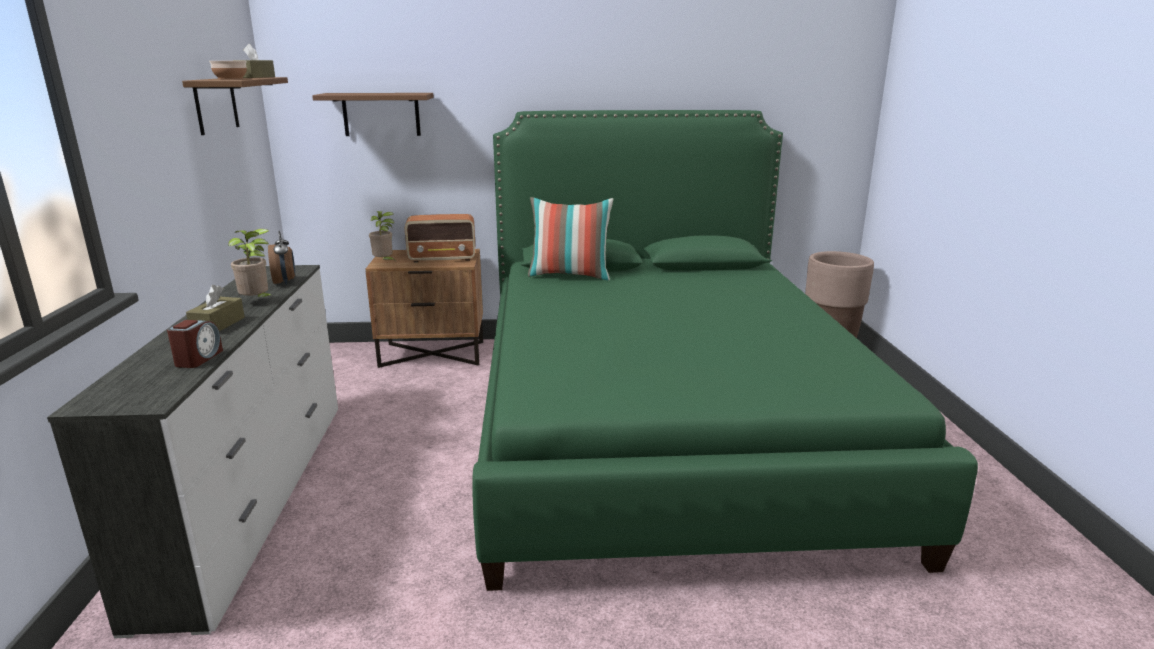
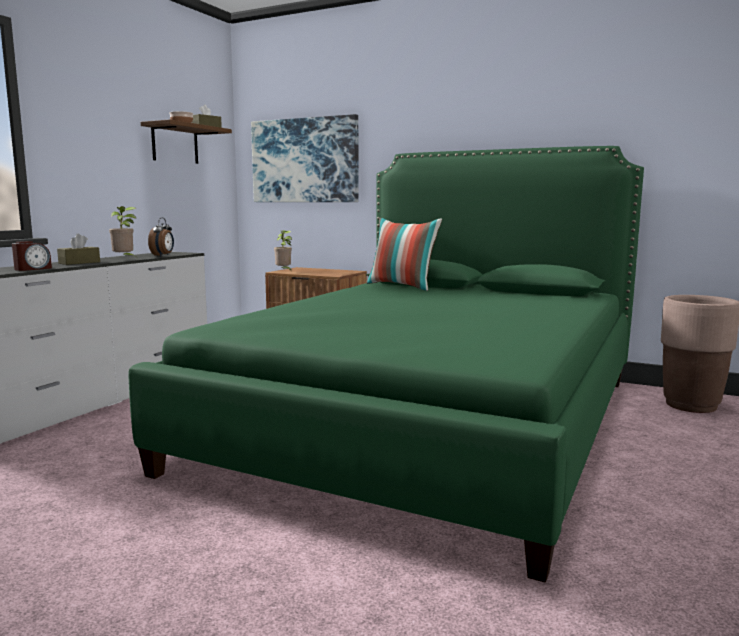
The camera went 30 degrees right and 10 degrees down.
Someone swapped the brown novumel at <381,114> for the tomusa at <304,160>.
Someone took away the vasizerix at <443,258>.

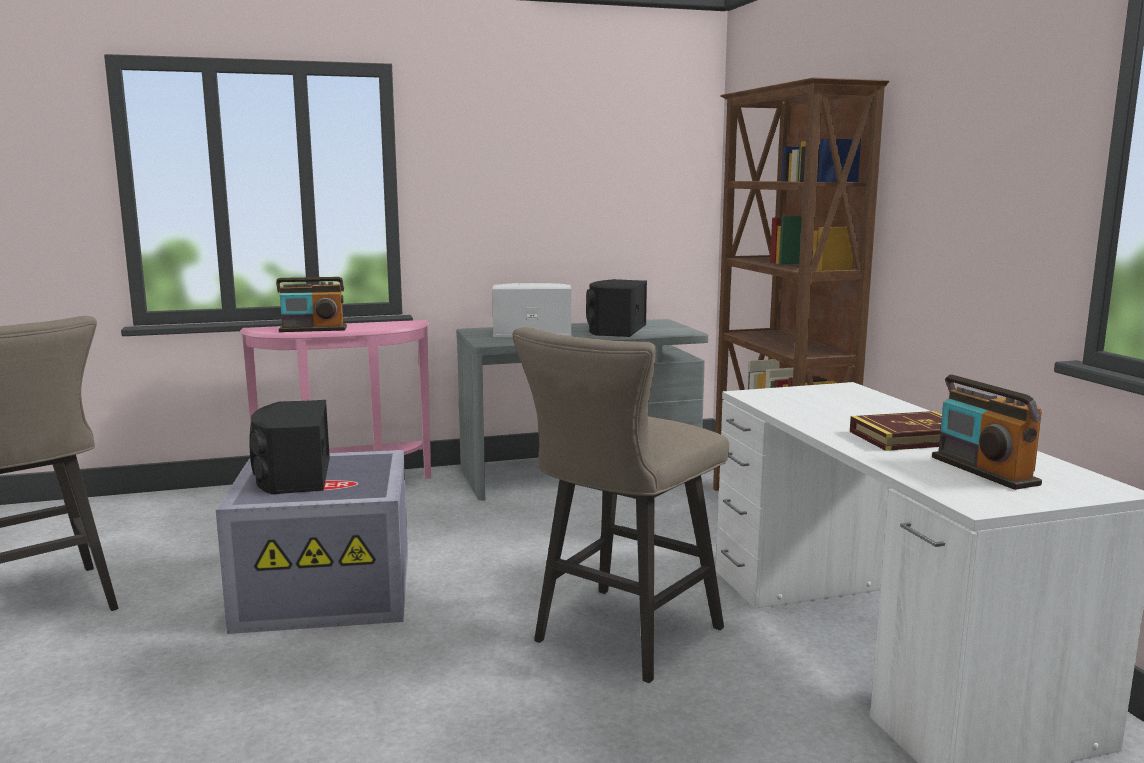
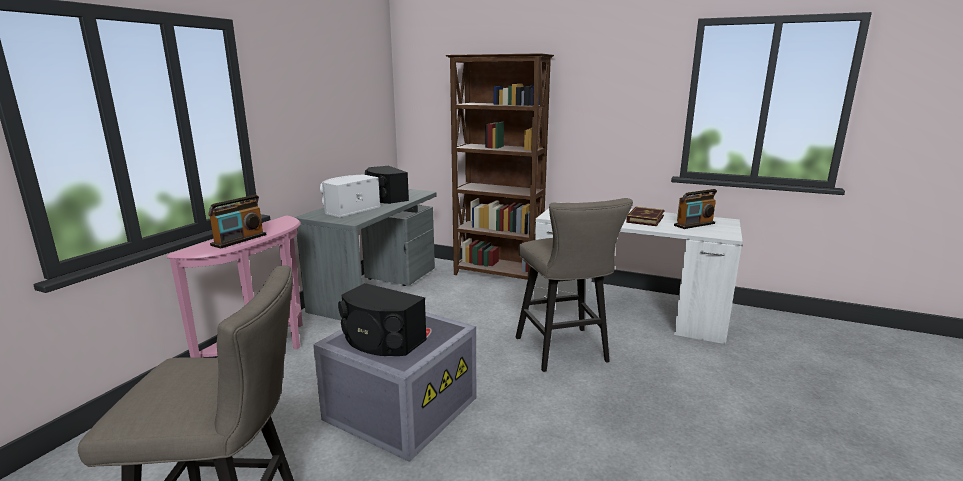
The camera went 50 degrees left and 5 degrees up.
Someone rotated the vasizerix at <983,471> by 45 degrees counterclockwise.

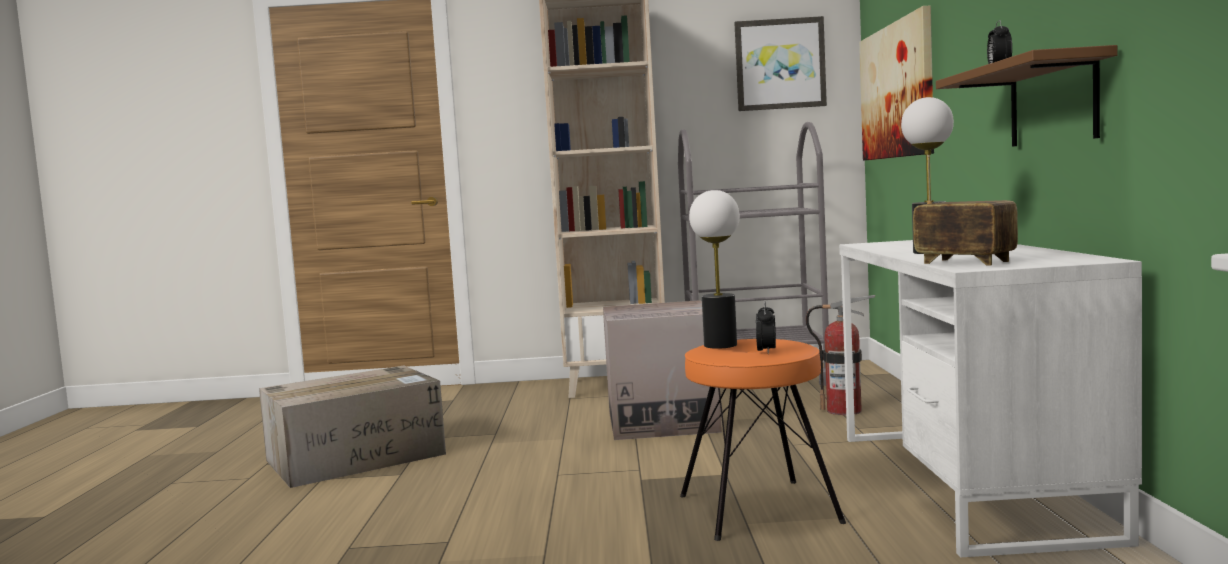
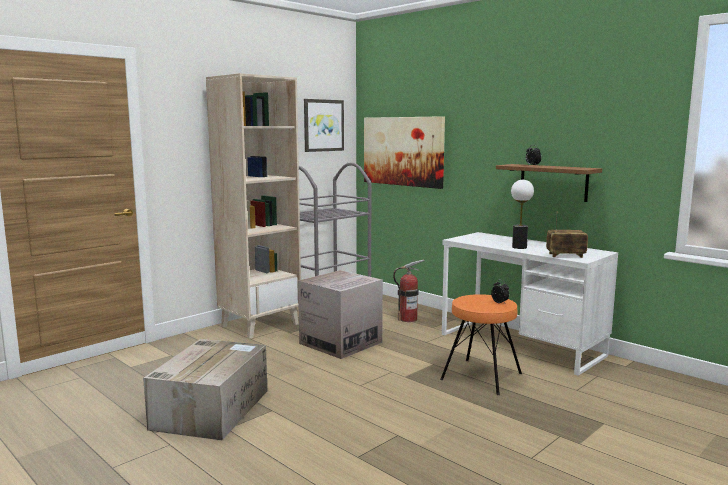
The camera went 45 degrees left and 5 degrees up.
Someone took away the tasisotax at <720,345>.

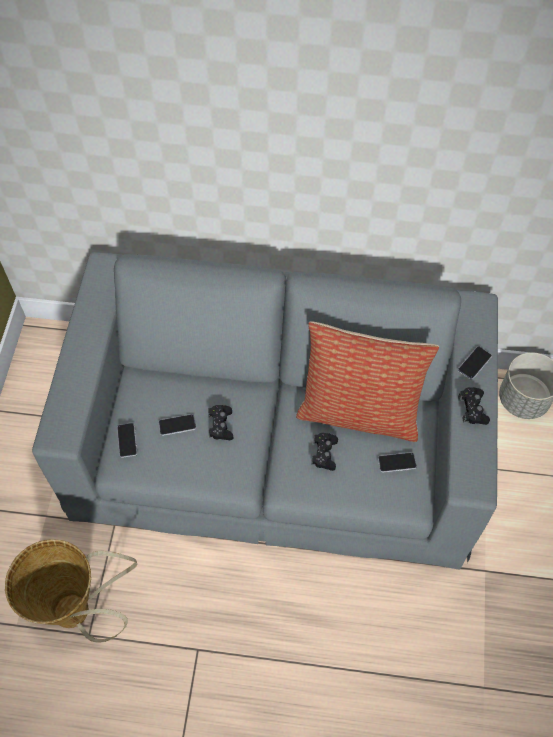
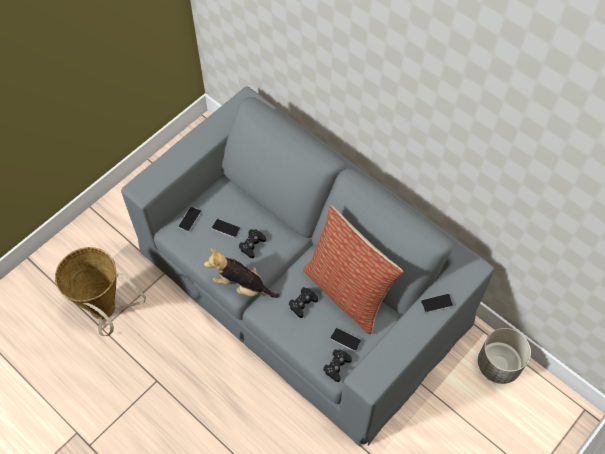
The camera went 35 degrees right and 0 degrees up.
Someone carried the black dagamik from <473,409> to <337,366>.
Someone put down the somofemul at <242,286>.

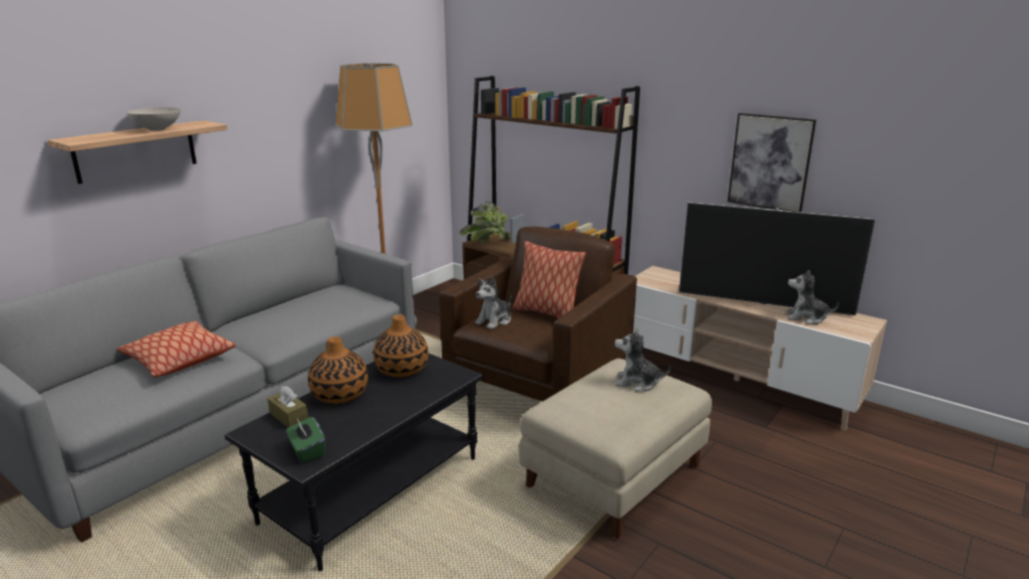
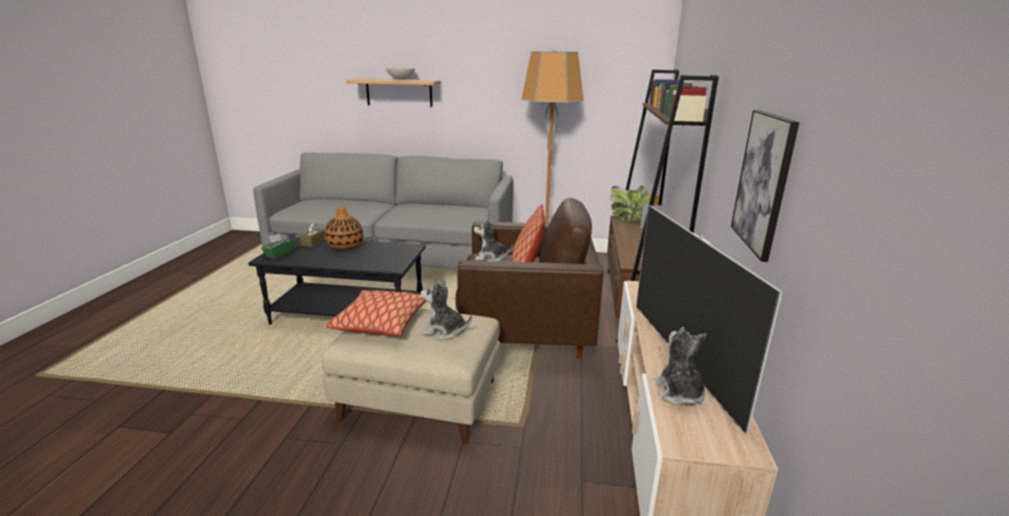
The camera went 60 degrees right and 0 degrees up.
Someone took away the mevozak at <401,369>.
Someone carried the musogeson from <179,359> to <381,322>.
Someone rotated the somofemul at <637,382> by 60 degrees counterclockwise.

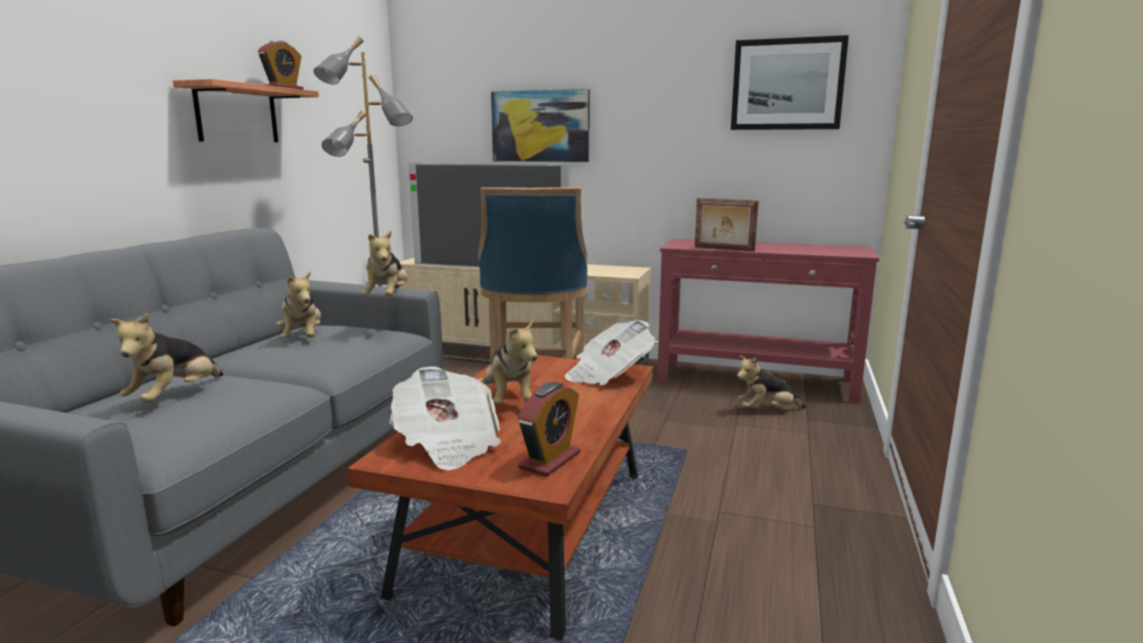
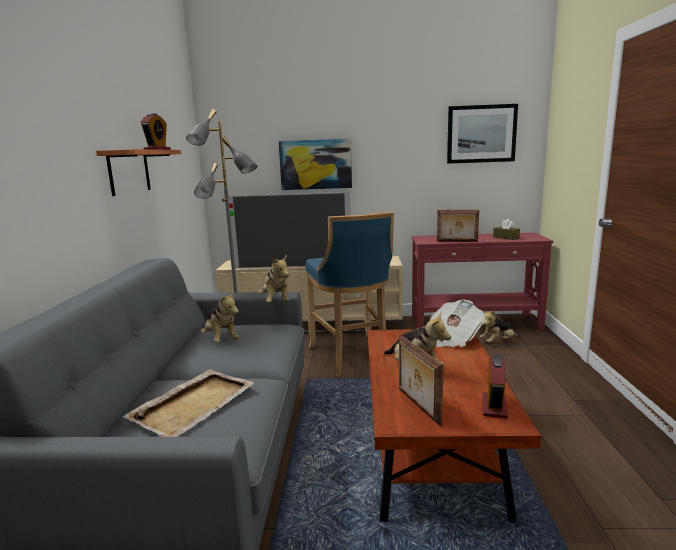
The camera went 15 degrees left and 0 degrees up.
Someone swapped the somofemul at <175,397> for the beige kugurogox at <194,404>.
Someone swapped the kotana at <447,444> for the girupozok at <417,406>.
Someone put down the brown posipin at <506,237>.

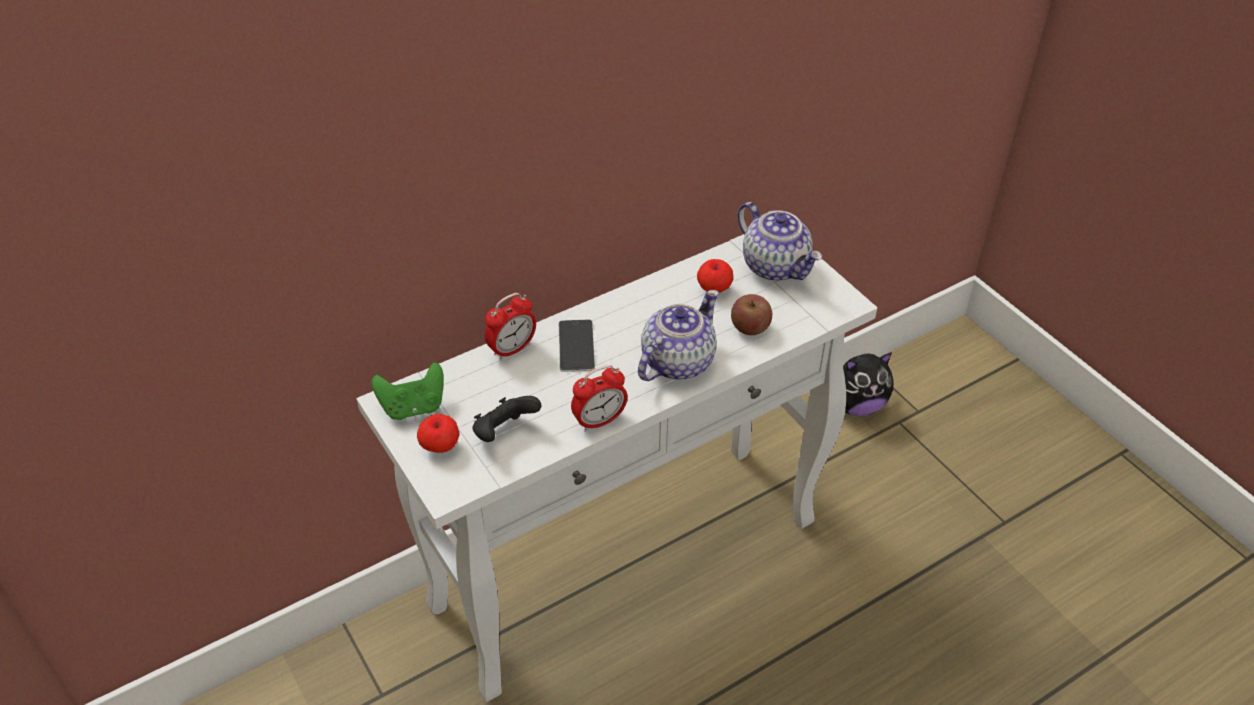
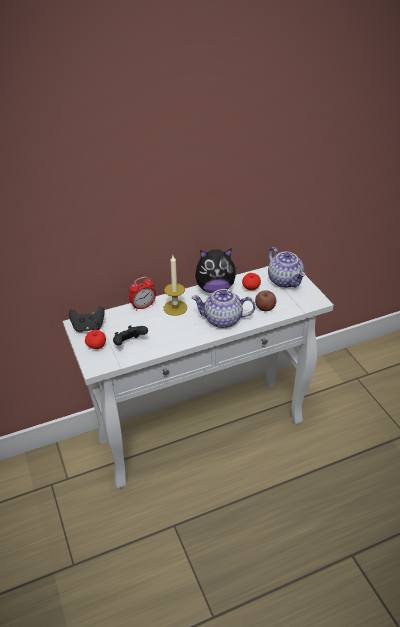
The camera went 10 degrees right and 5 degrees down.
Someone rotated the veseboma at <676,362> by 135 degrees counterclockwise.
Someone swapped the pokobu at <576,346> for the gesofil at <175,308>.
Someone carried the somofemul from <857,405> to <215,289>.
Someone repainted the green dagamik at <413,407>, which became the black dagamik at <88,327>.
Someone took away the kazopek at <599,421>.

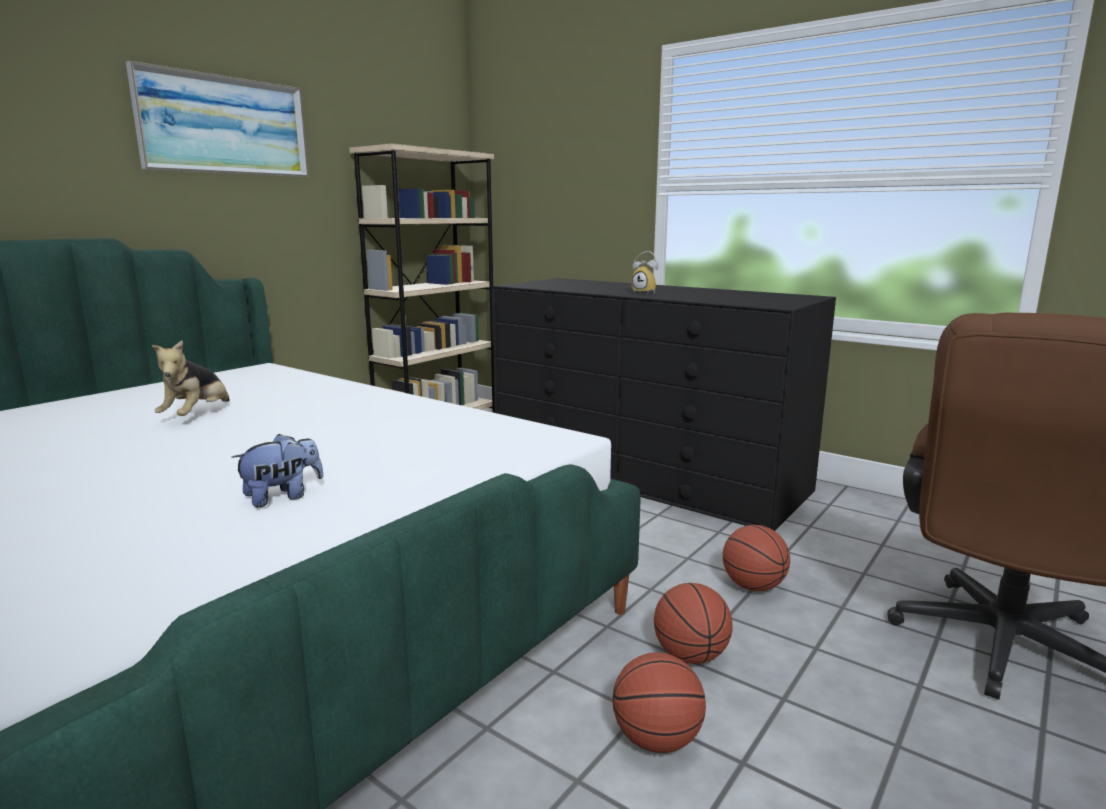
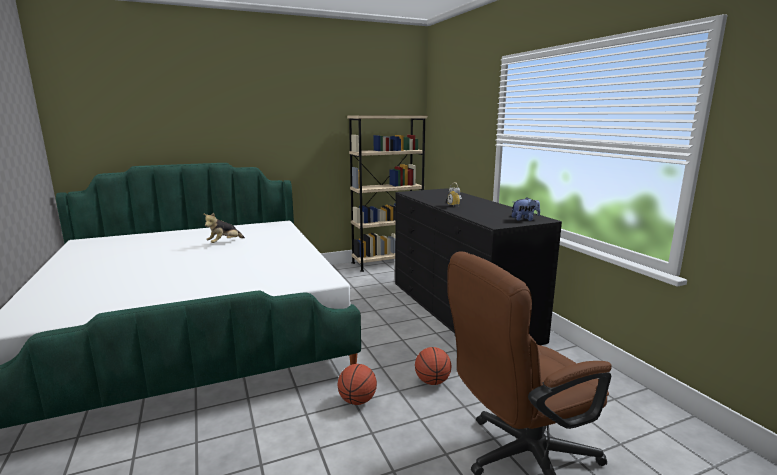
The camera went 30 degrees right and 0 degrees up.
Someone took away the tomusa at <224,125>.
Someone carried the somofemul from <282,497> to <524,219>.
Someone took away the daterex at <656,740>.

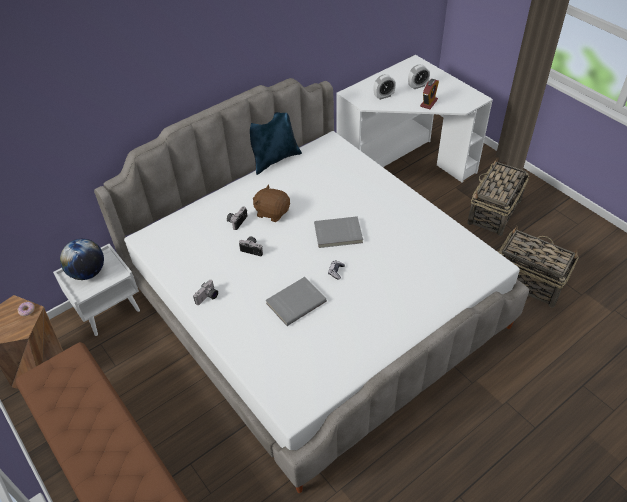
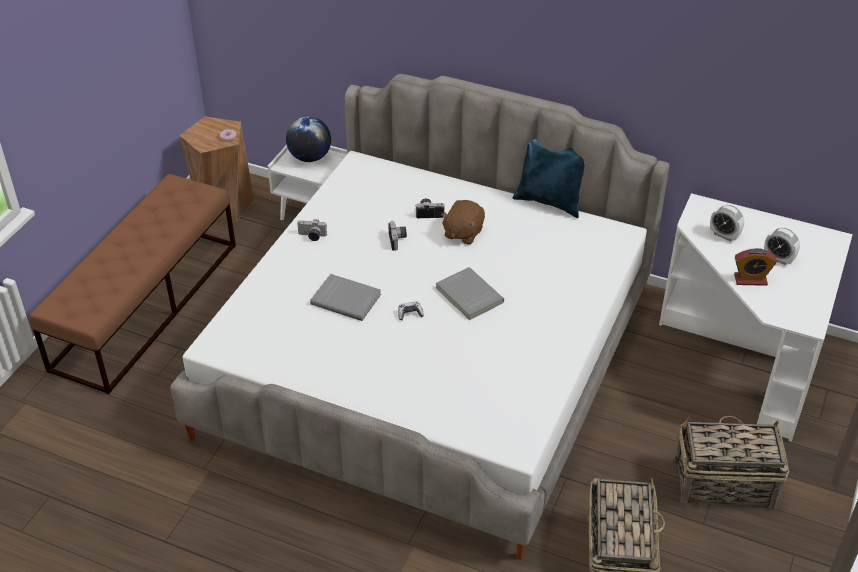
The camera went 60 degrees right and 5 degrees down.
Someone rotated the brown somofemul at <272,212> by 150 degrees counterclockwise.

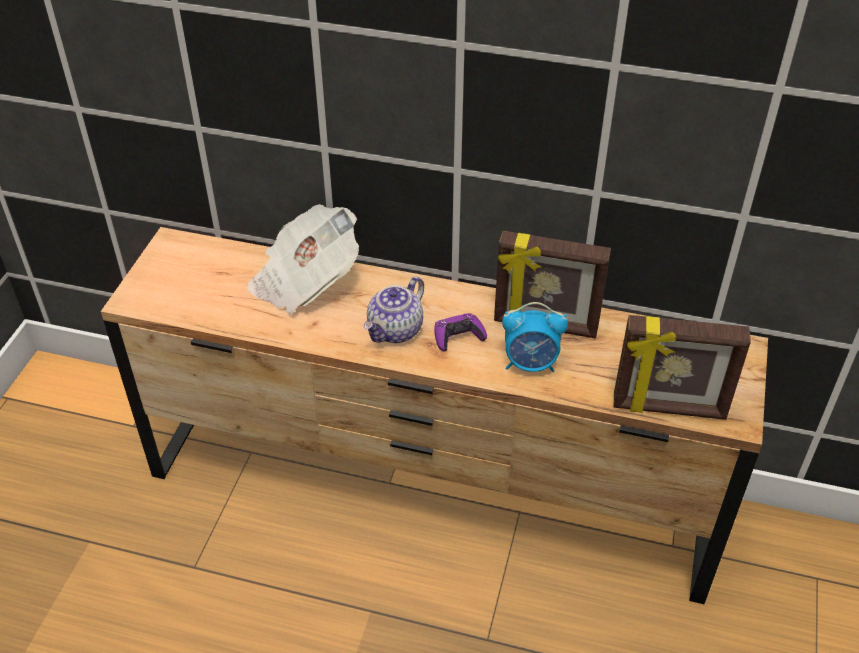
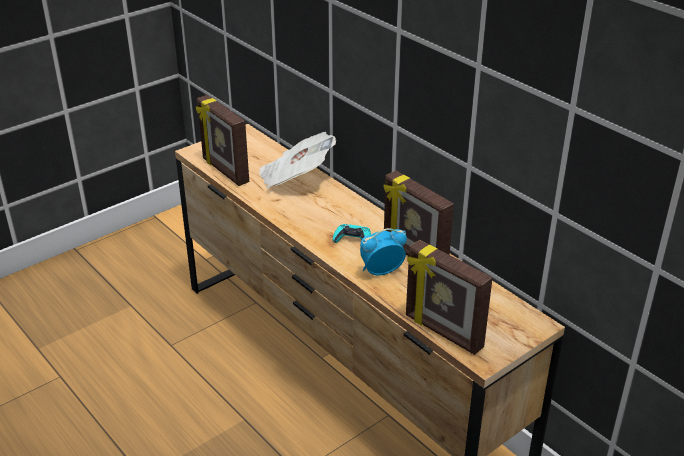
The camera went 35 degrees right and 10 degrees down.
Someone took away the veseboma at <396,331>.
Someone rotated the kazopek at <531,363> by 120 degrees clockwise.
Someone repainted the purple dagamik at <458,336>, which became the turquoise dagamik at <352,239>.
Someone put down the girupozok at <224,171>.

